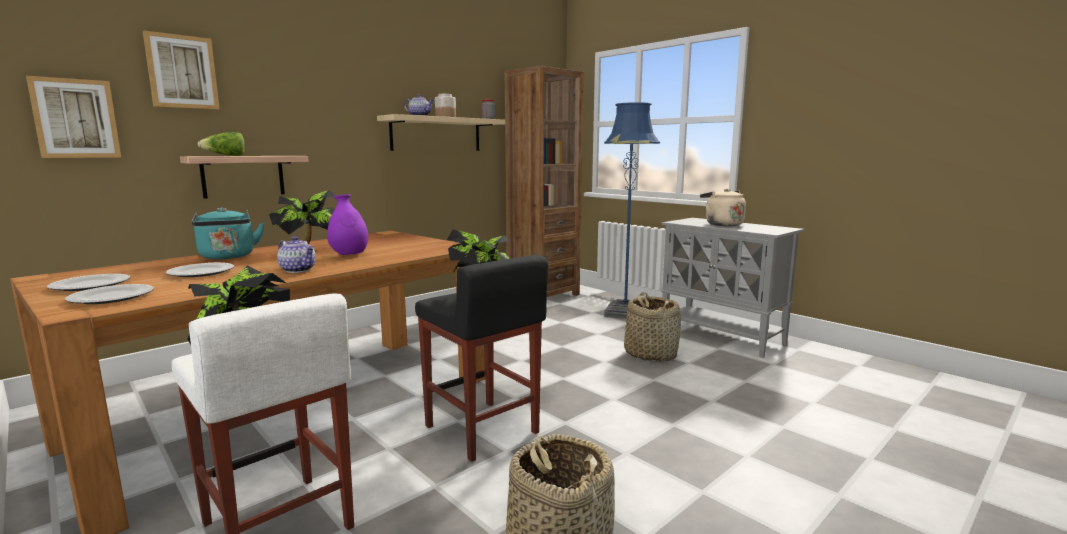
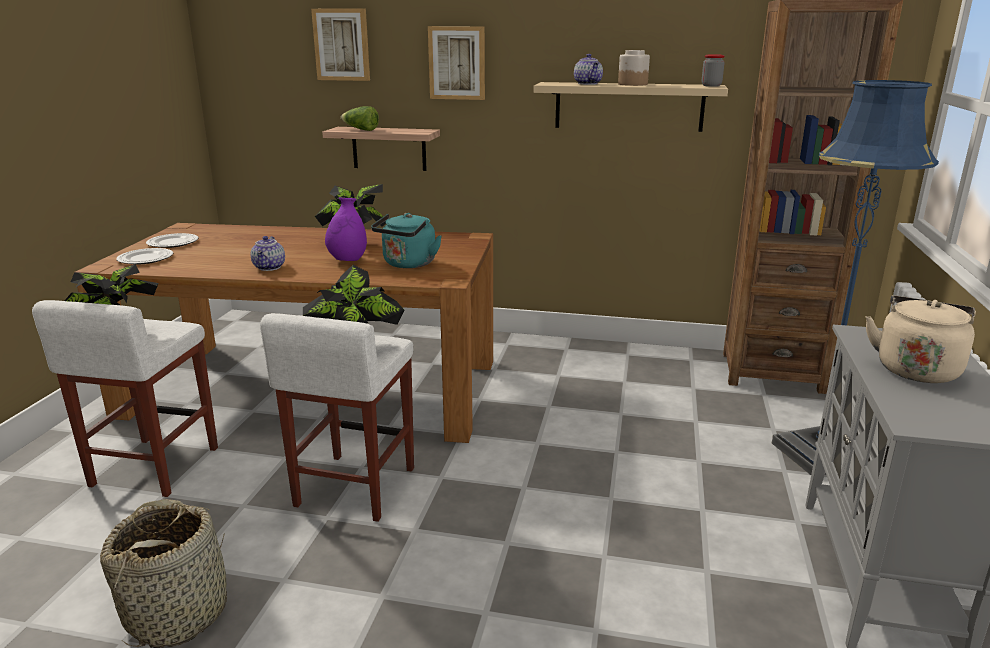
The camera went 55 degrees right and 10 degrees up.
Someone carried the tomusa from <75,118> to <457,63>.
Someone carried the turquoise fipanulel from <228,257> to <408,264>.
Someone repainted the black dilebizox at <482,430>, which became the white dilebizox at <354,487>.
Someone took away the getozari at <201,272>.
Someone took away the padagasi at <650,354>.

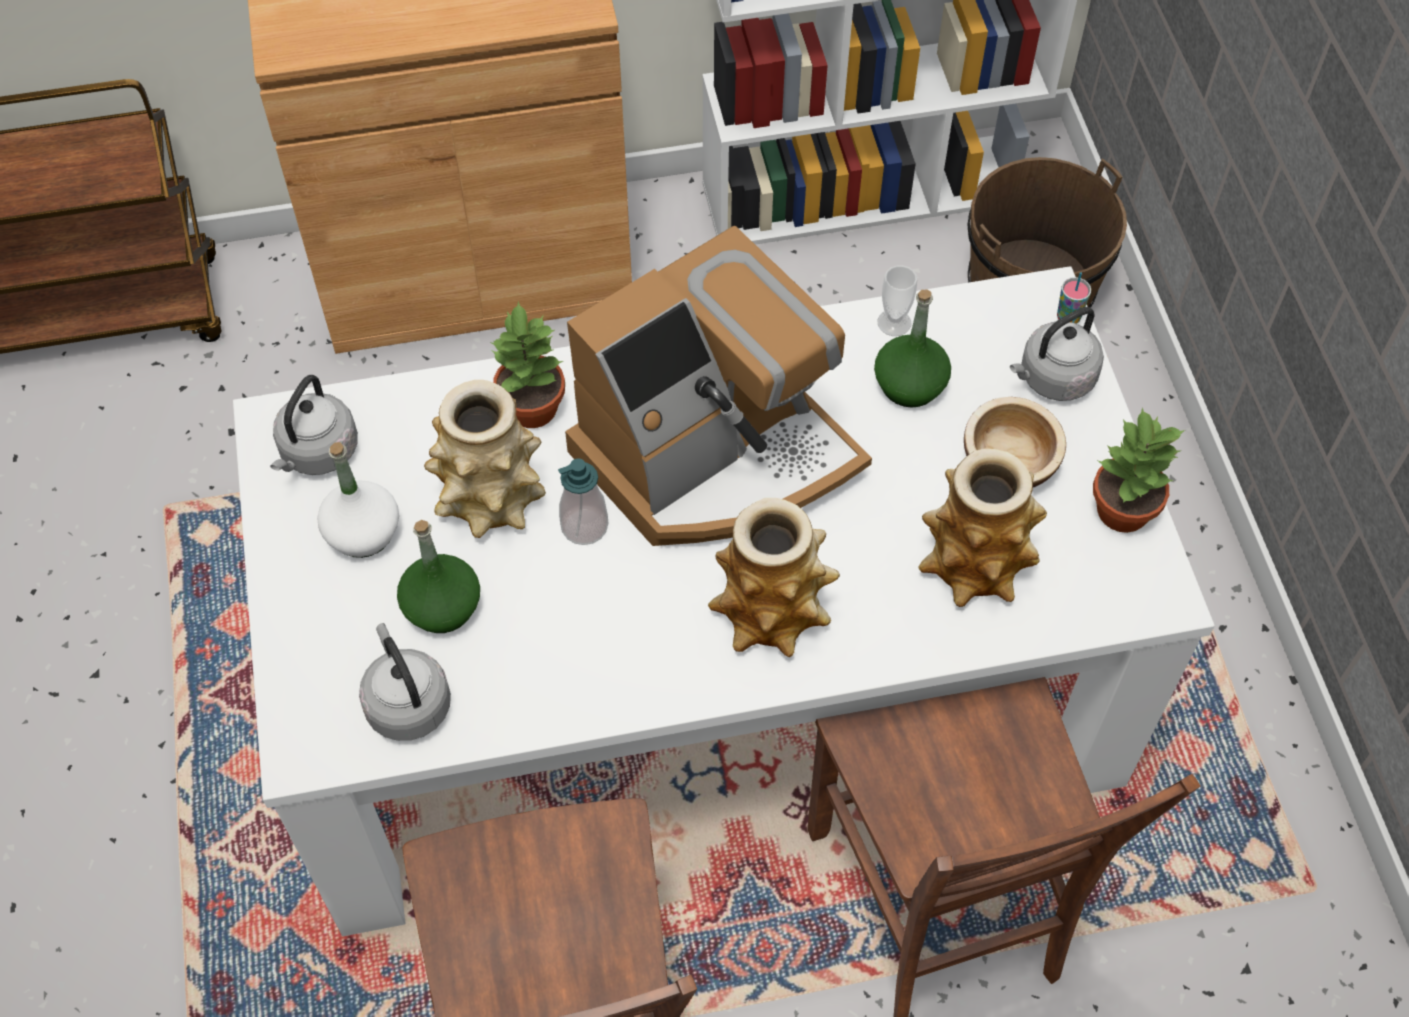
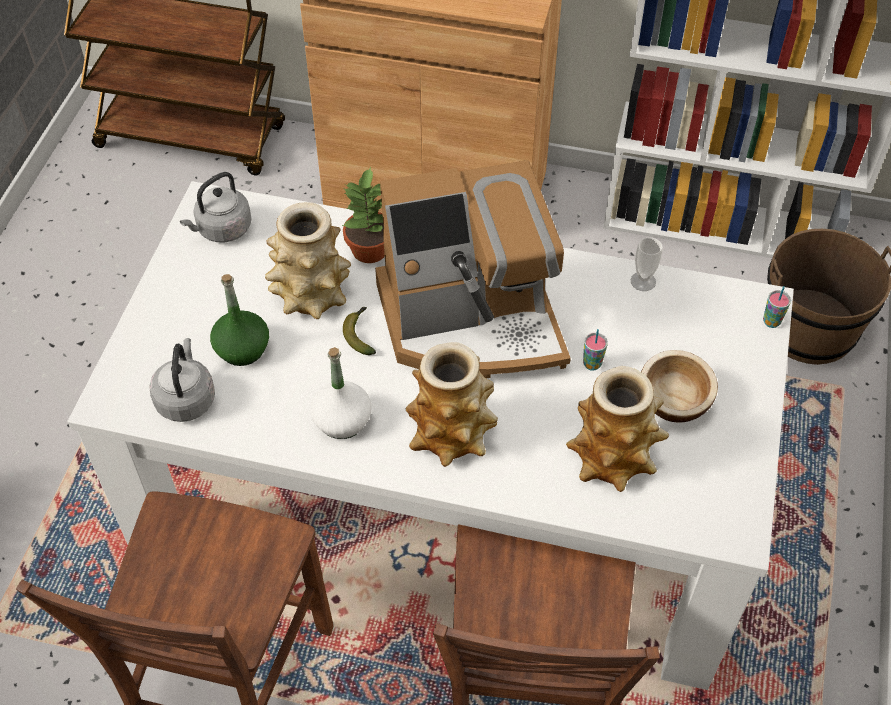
The camera went 25 degrees right and 5 degrees down.
Someone took away the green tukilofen at <909,385>.
Someone took away the grey fipanulel at <1053,379>.
Someone took away the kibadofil at <1122,512>.
Someone carried the white tukilofen from <362,533> to <342,420>.
Someone swapped the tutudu at <584,526> for the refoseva at <360,334>.
Someone put down the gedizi at <592,364>.

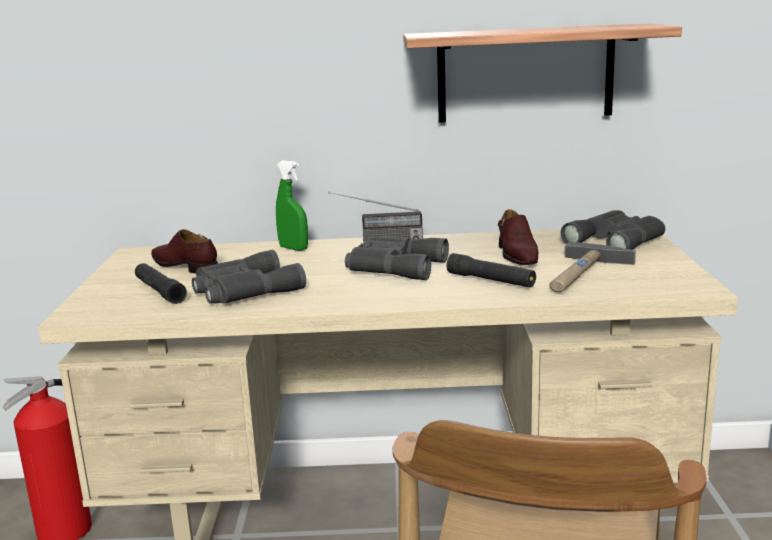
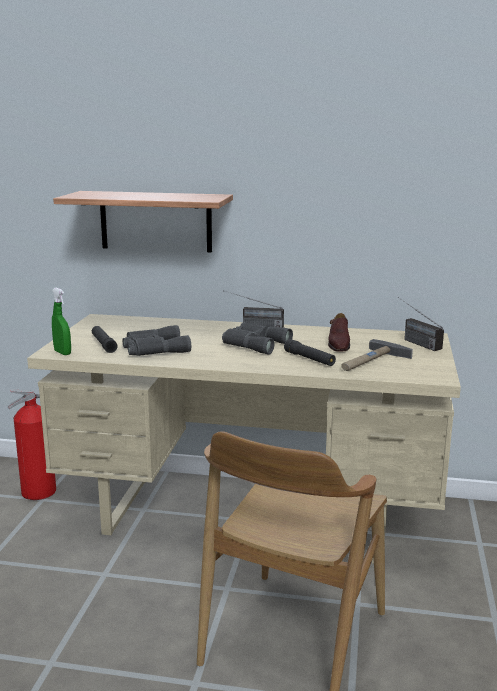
The camera went 10 degrees right and 0 degrees up.
Someone carried the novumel from <525,74> to <155,221>.
Someone carried the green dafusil from <293,248> to <62,353>.
Someone swapped the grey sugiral at <617,240> for the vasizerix at <413,341>.
Someone took away the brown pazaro at <185,266>.

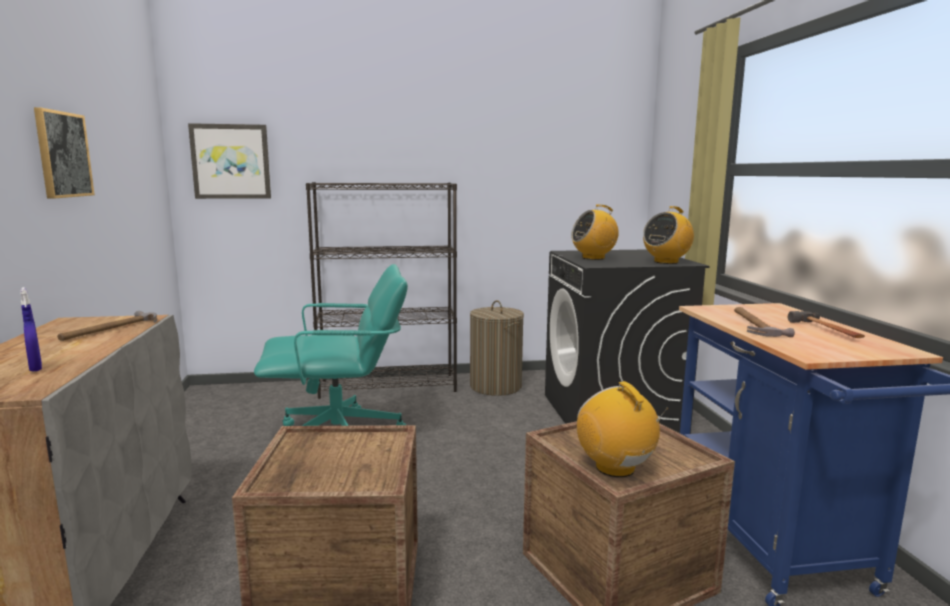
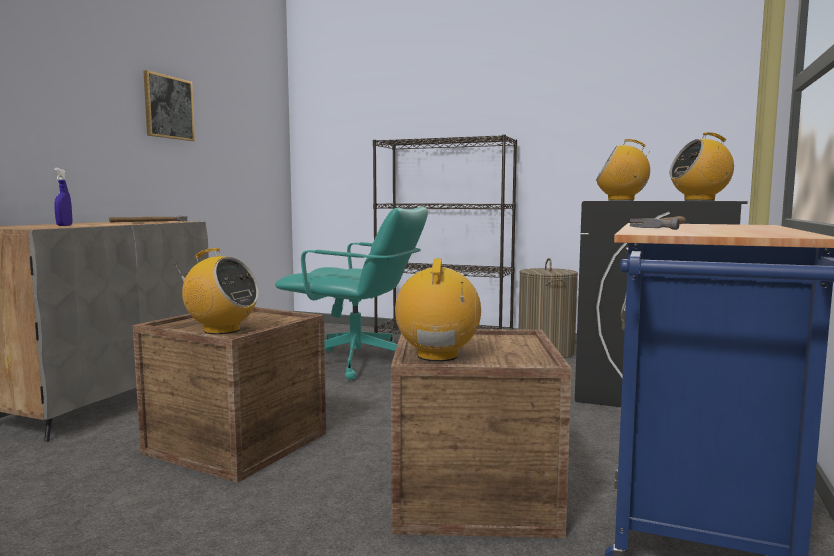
The camera went 30 degrees right and 5 degrees down.
Someone took away the tomusa at <231,161>.
Someone took away the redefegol at <826,330>.
Someone put down the vasizerix at <221,330>.

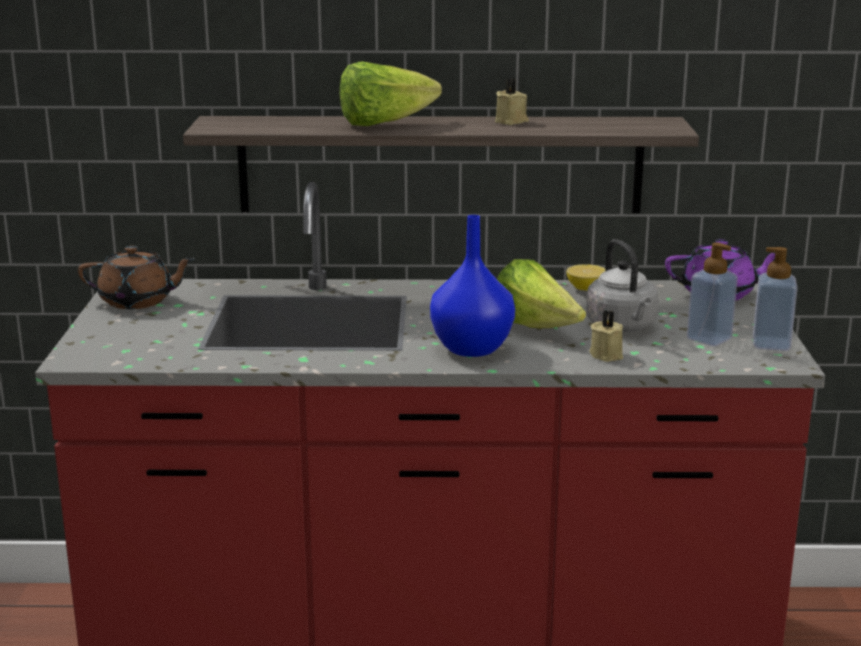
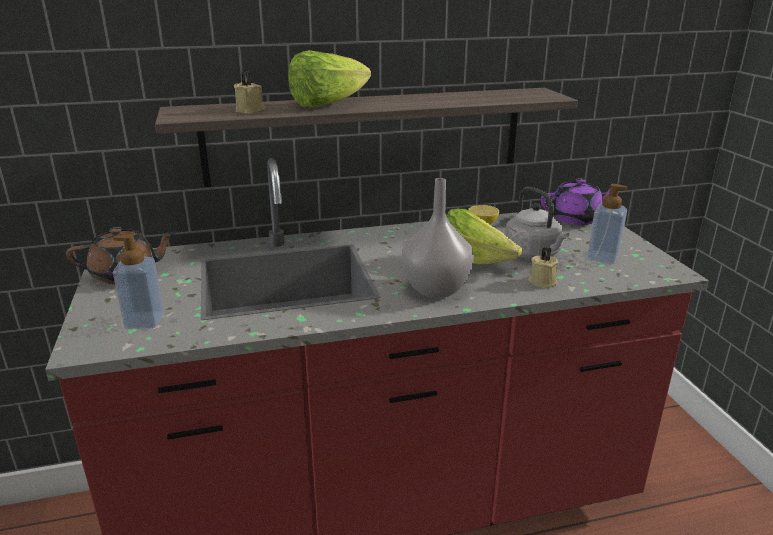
The camera went 15 degrees left and 5 degrees up.
Someone carried the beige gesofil from <512,121> to <250,110>.
Someone repainted the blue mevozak at <473,348>, which became the grey mevozak at <437,288>.
Someone carried the tutudu from <771,344> to <144,321>.

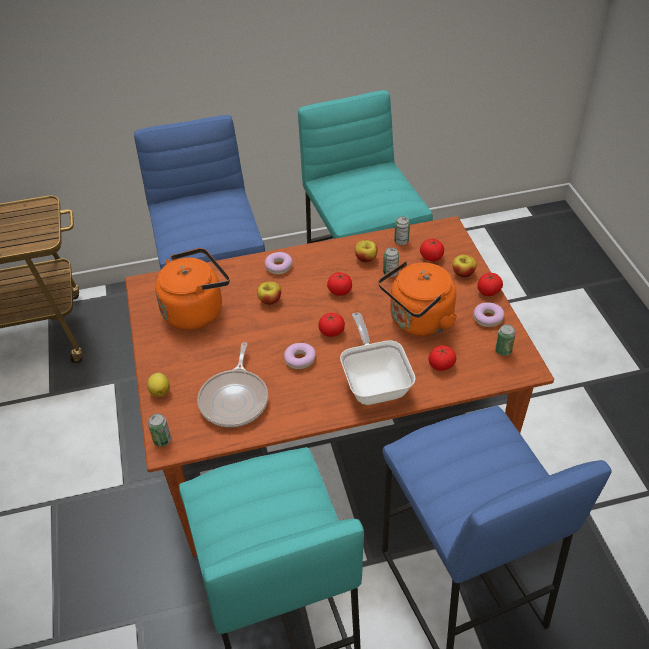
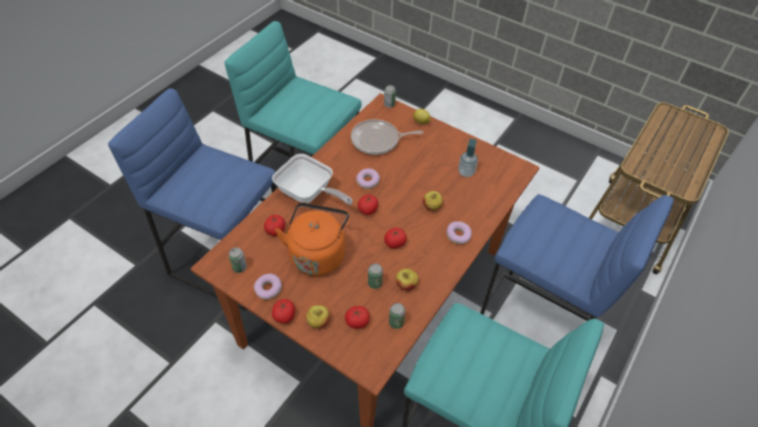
The camera went 135 degrees right and 5 degrees up.
Someone swapped the orange fipanulel at <196,310> for the tutudu at <466,172>.
Someone rotated the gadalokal at <235,399> by 60 degrees counterclockwise.

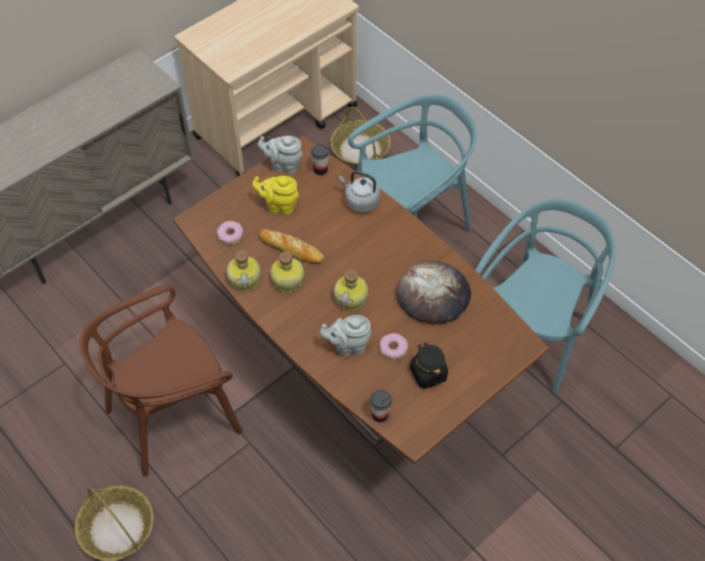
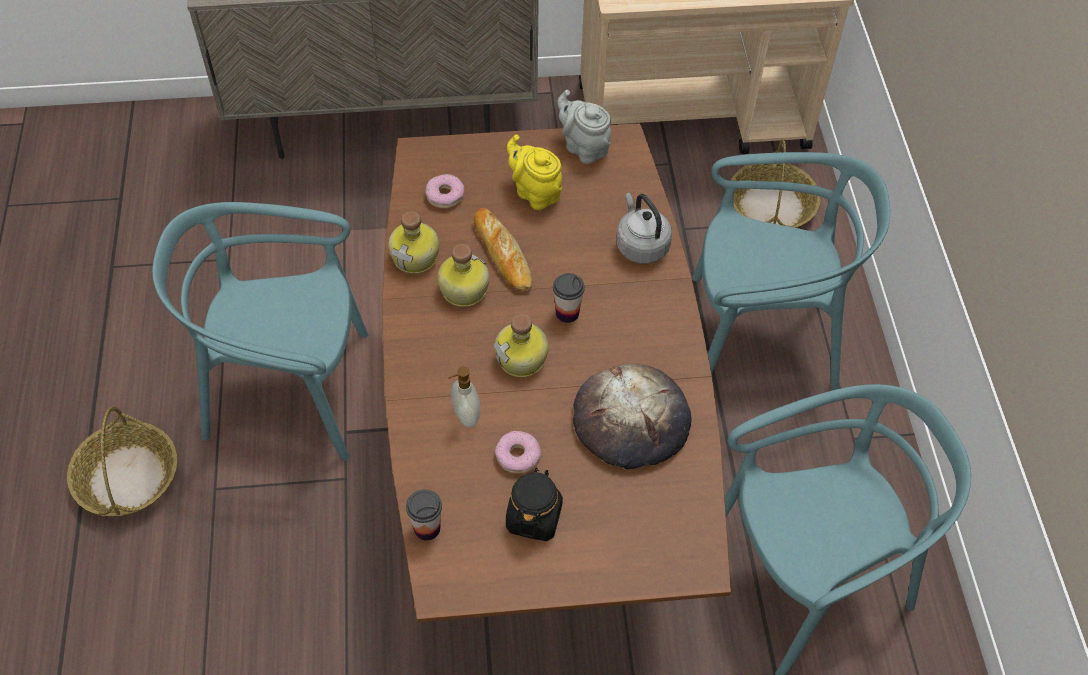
The camera went 35 degrees right and 0 degrees up.
Someone carried the gedizi from <320,169> to <567,313>.
Someone repainted the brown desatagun at <173,416>, which became the turquoise desatagun at <289,391>.
Someone swapped the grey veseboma at <348,346> for the tutudu at <465,416>.

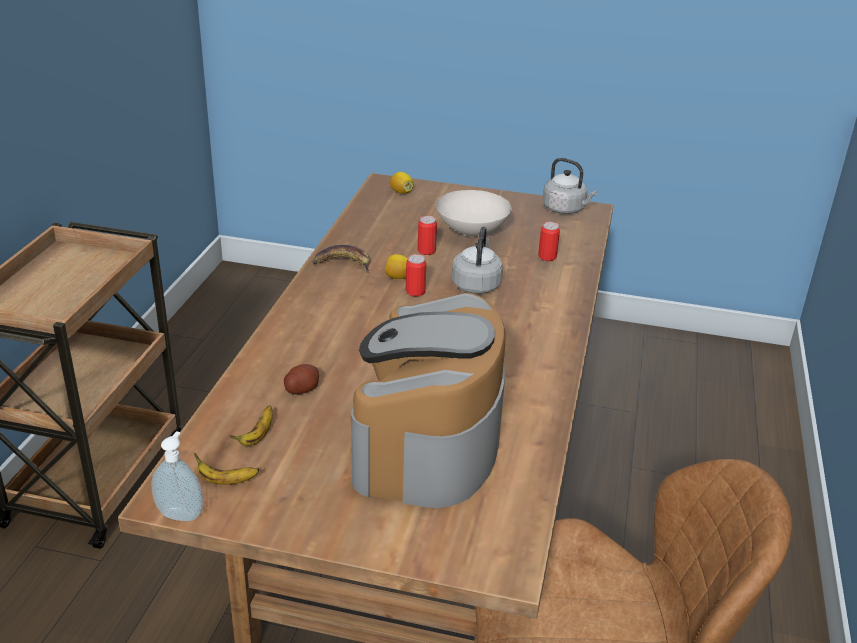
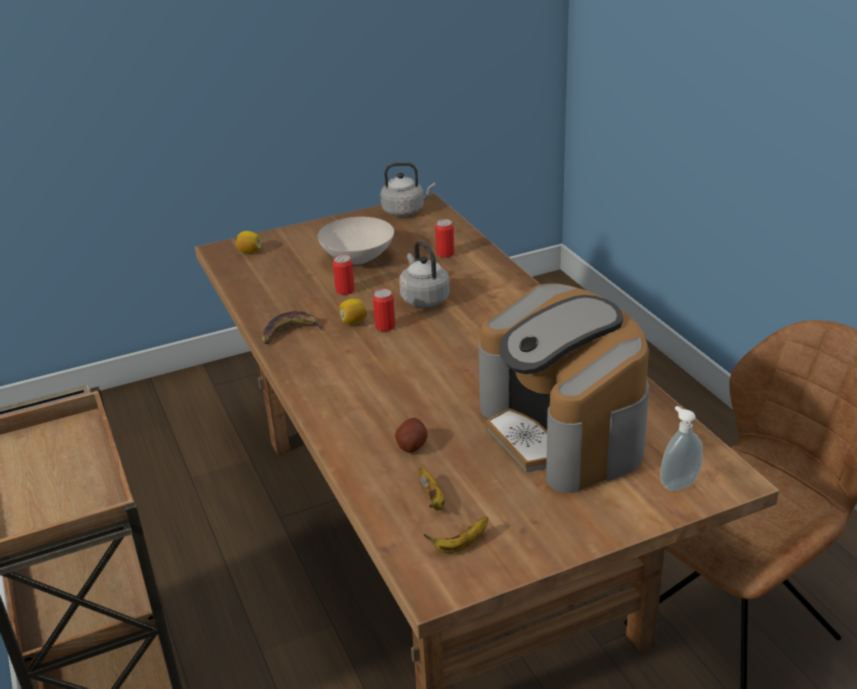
The camera went 35 degrees left and 0 degrees up.
Someone carried the tutudu from <181,513> to <677,483>.

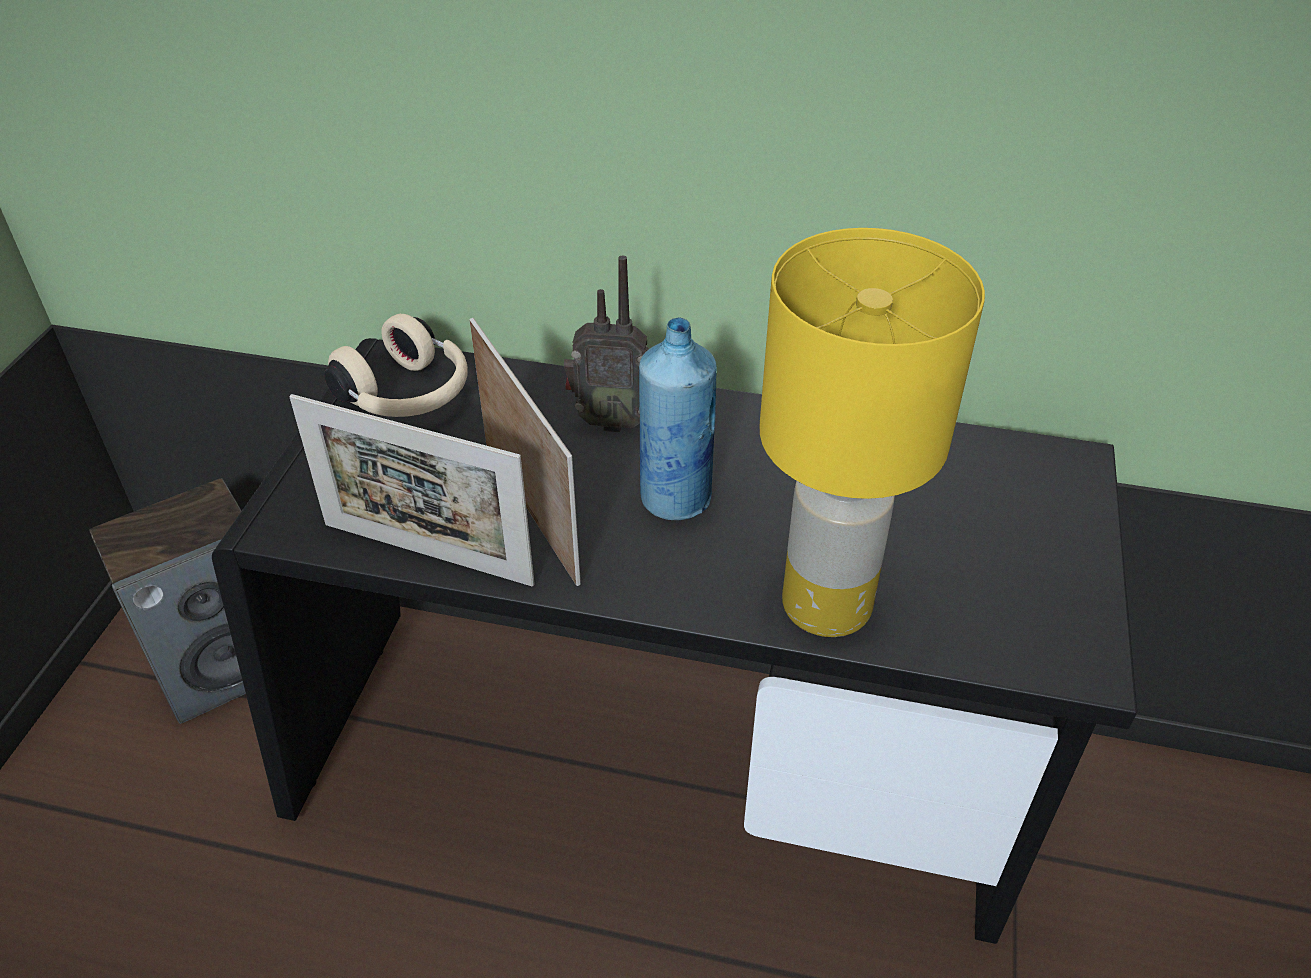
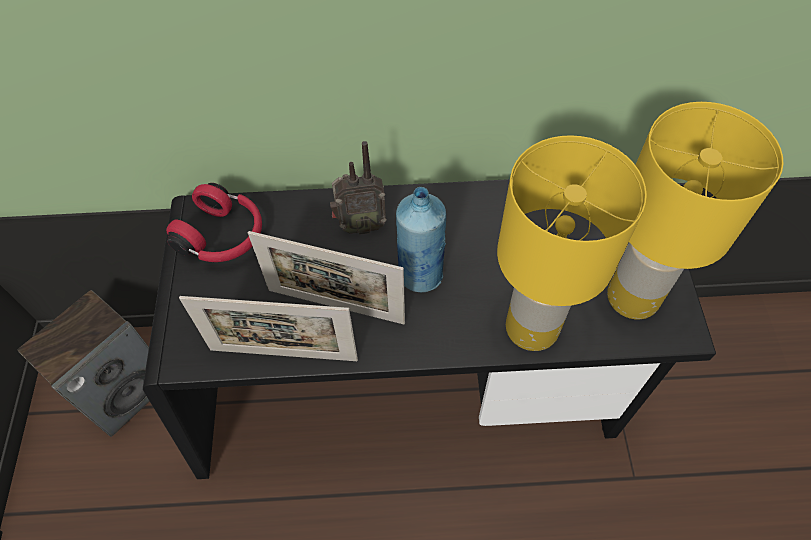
The camera went 15 degrees left and 15 degrees up.
Someone repainted the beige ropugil at <408,396>, which became the red ropugil at <223,237>.
Someone rotated the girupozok at <530,511> by 150 degrees clockwise.
Someone put down the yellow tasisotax at <634,296>.

